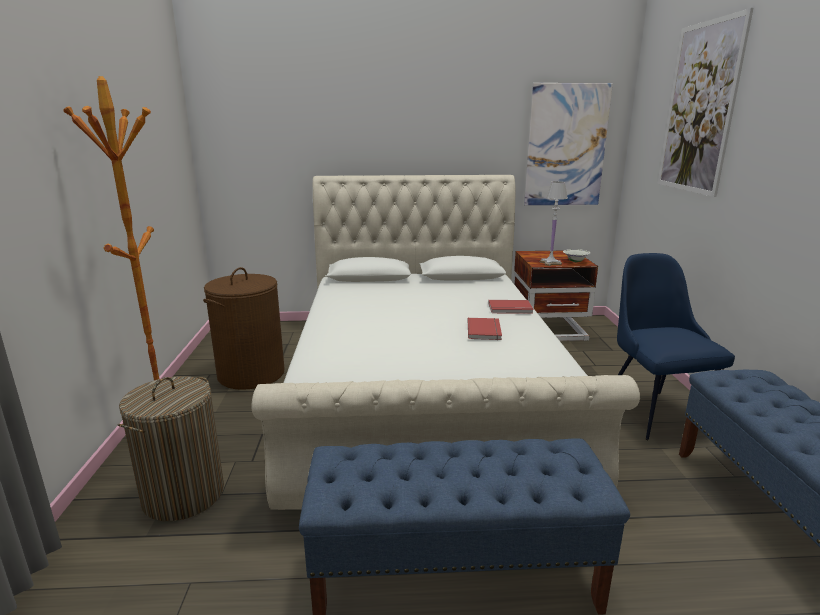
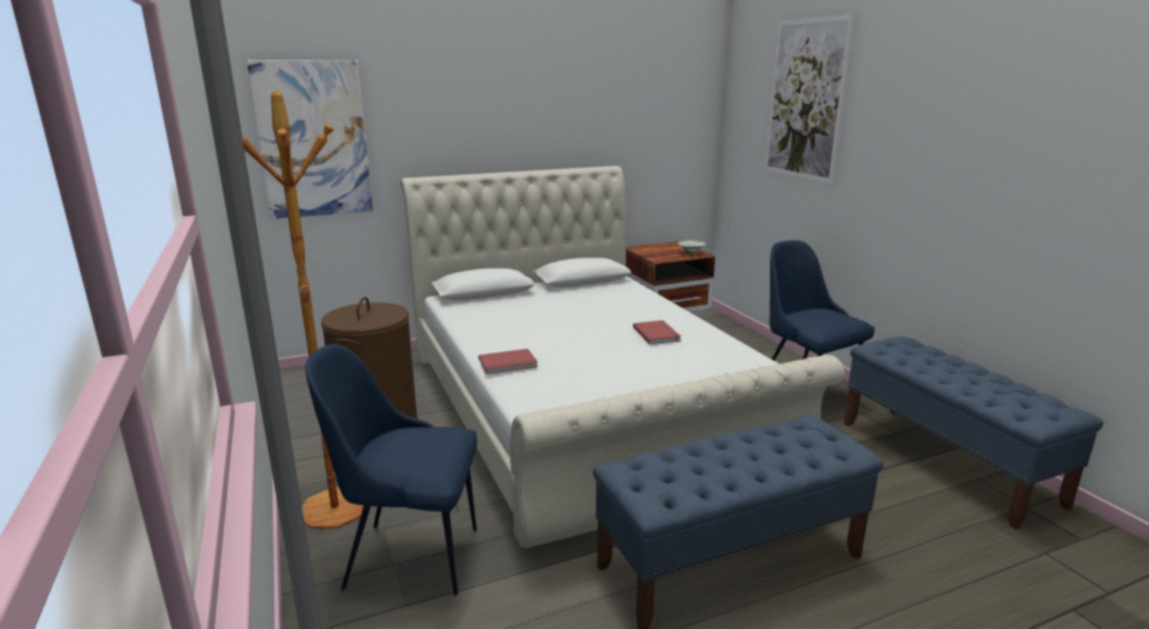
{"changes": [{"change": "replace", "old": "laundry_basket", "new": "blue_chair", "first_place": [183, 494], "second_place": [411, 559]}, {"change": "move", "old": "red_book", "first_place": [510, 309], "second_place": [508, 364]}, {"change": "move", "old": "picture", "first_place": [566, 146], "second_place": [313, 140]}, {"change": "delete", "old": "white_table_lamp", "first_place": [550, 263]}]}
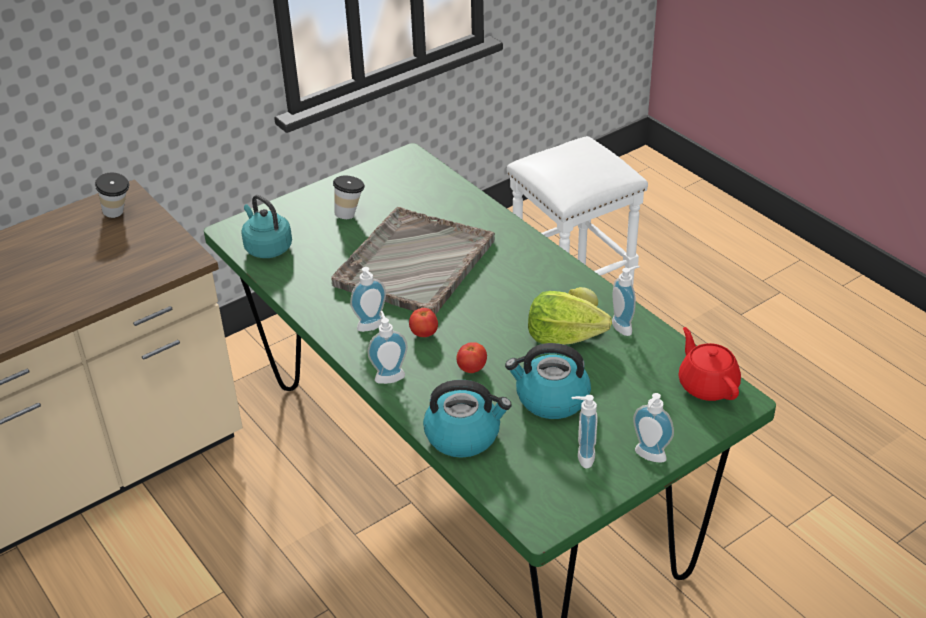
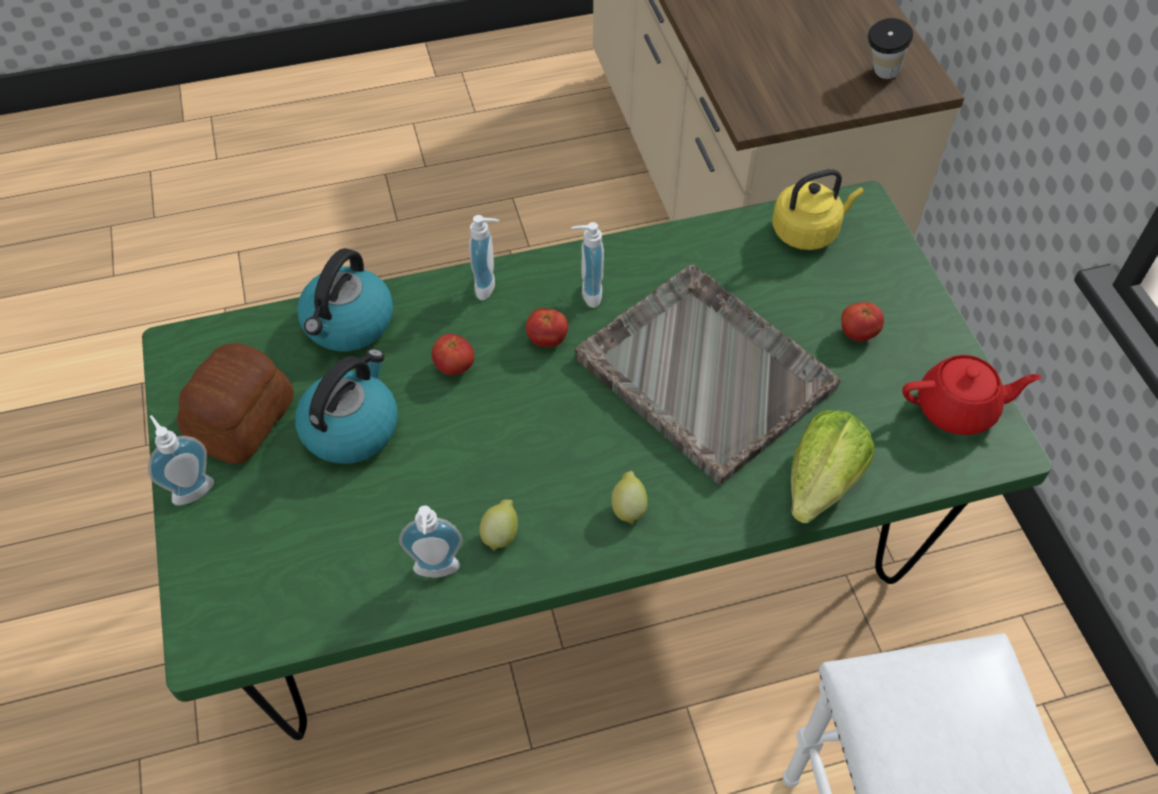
{"changes": [{"change": "recolor", "old": "turquoise_kettle", "new": "yellow_kettle", "first_place": [267, 247], "second_place": [808, 231]}, {"change": "replace", "old": "cup", "new": "tomato", "first_place": [350, 214], "second_place": [857, 333]}, {"change": "move", "old": "lettuce", "first_place": [564, 337], "second_place": [821, 483]}, {"change": "replace", "old": "soap_dispenser", "new": "bread", "first_place": [582, 456], "second_place": [240, 421]}, {"change": "move", "old": "red_teapot", "first_place": [707, 385], "second_place": [957, 409]}, {"change": "insert", "new": "lemon", "second_place": [628, 507]}]}
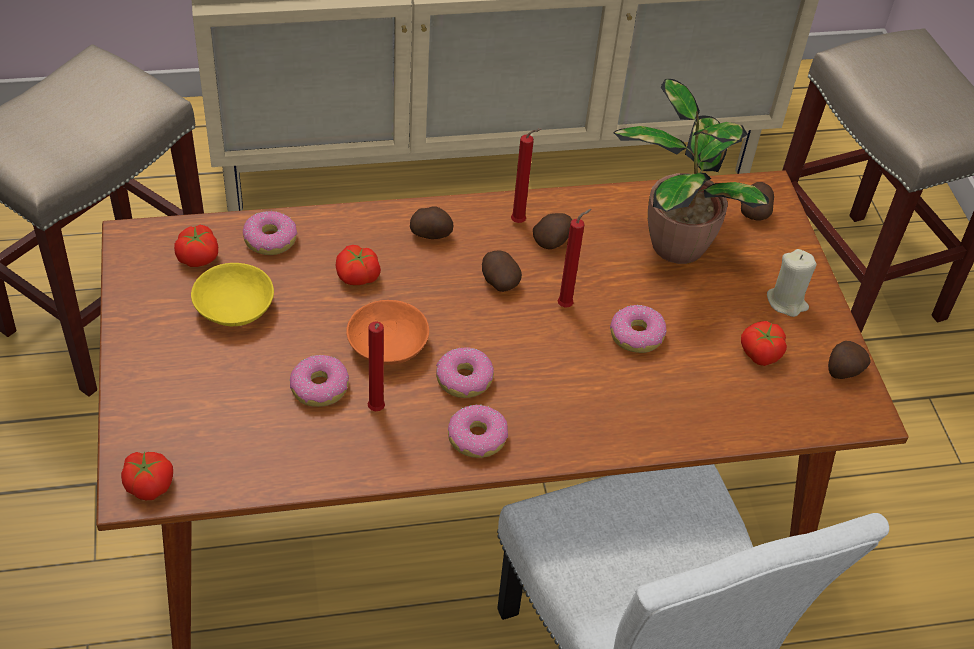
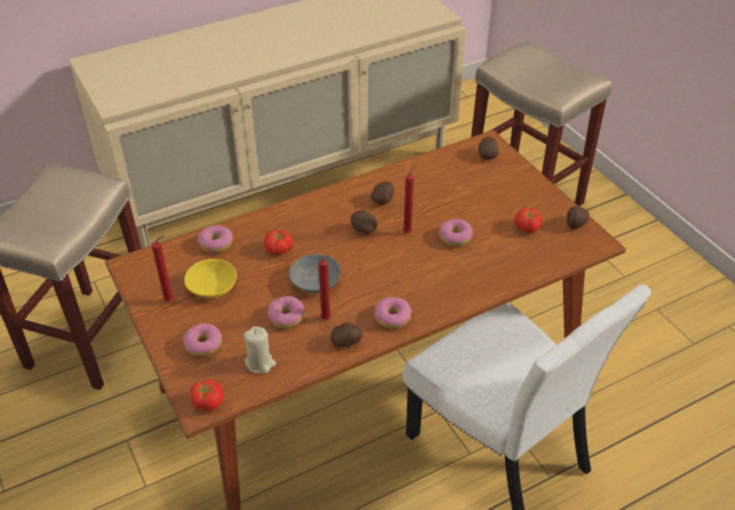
{"changes": [{"change": "delete", "old": "tomato", "first_place": [199, 257]}, {"change": "recolor", "old": "orange_bowl", "new": "grey_bowl", "first_place": [388, 343], "second_place": [315, 281]}, {"change": "move", "old": "potato", "first_place": [431, 234], "second_place": [346, 342]}, {"change": "move", "old": "donut", "first_place": [464, 380], "second_place": [203, 345]}, {"change": "move", "old": "red_candle", "first_place": [520, 222], "second_place": [171, 300]}, {"change": "delete", "old": "potted_plant", "first_place": [674, 242]}, {"change": "move", "old": "beige_candle", "first_place": [787, 302], "second_place": [260, 363]}]}
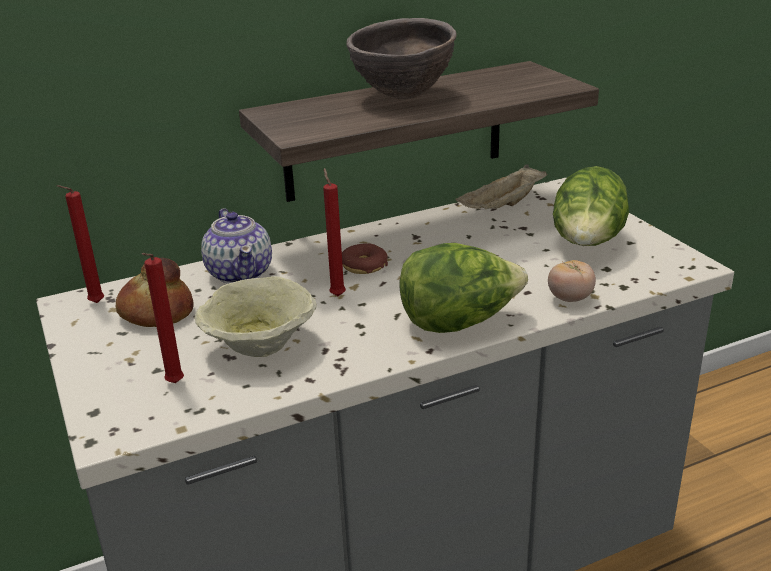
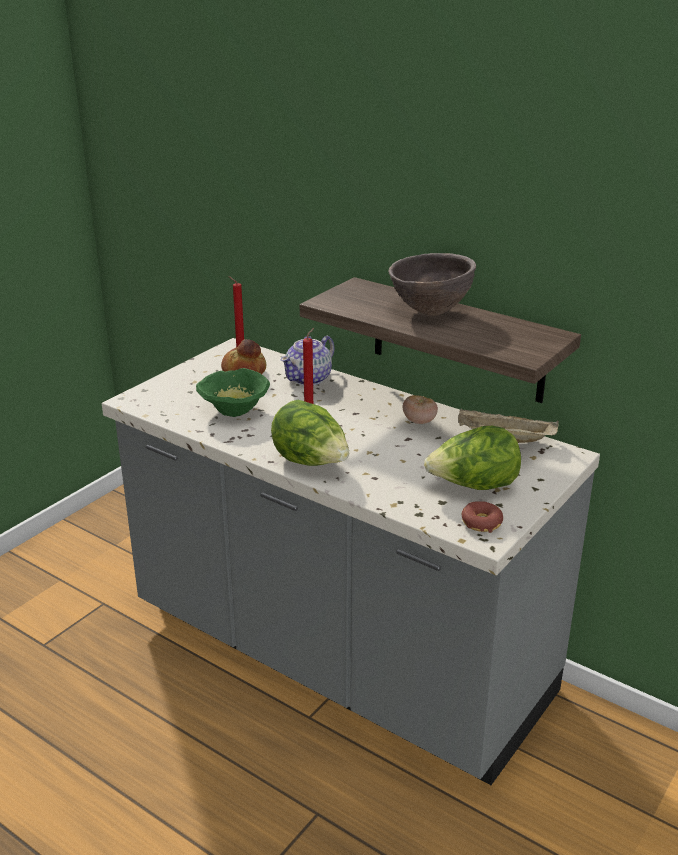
{"changes": [{"change": "delete", "old": "red_candle", "first_place": [173, 385]}, {"change": "recolor", "old": "beige_bowl", "new": "green_bowl", "first_place": [259, 347], "second_place": [233, 410]}, {"change": "move", "old": "donut", "first_place": [364, 266], "second_place": [481, 522]}, {"change": "move", "old": "tomato", "first_place": [570, 298], "second_place": [419, 422]}]}
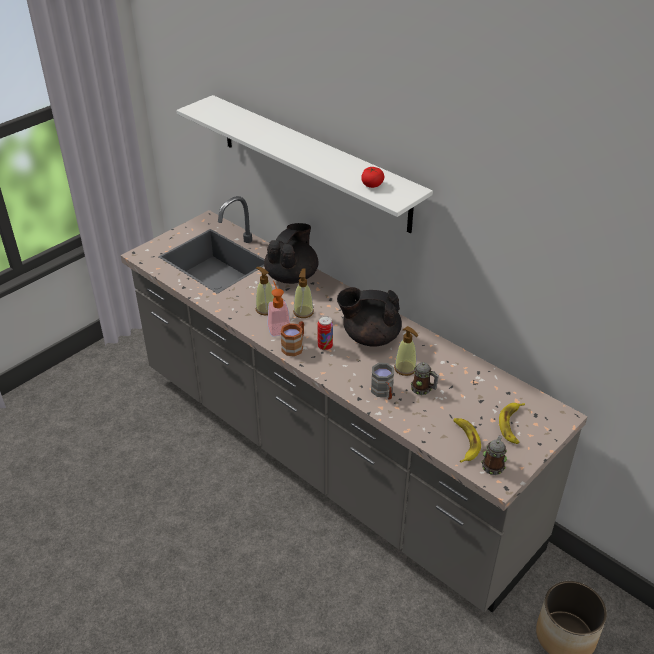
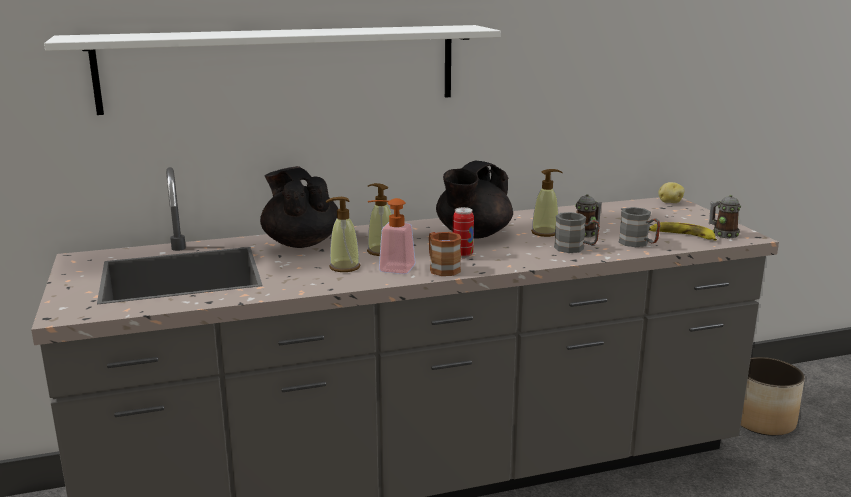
{"changes": [{"change": "delete", "old": "tomato", "first_place": [372, 185]}, {"change": "delete", "old": "banana", "first_place": [512, 425]}, {"change": "insert", "new": "grey_mug", "second_place": [638, 244]}, {"change": "insert", "new": "potato", "second_place": [669, 202]}]}
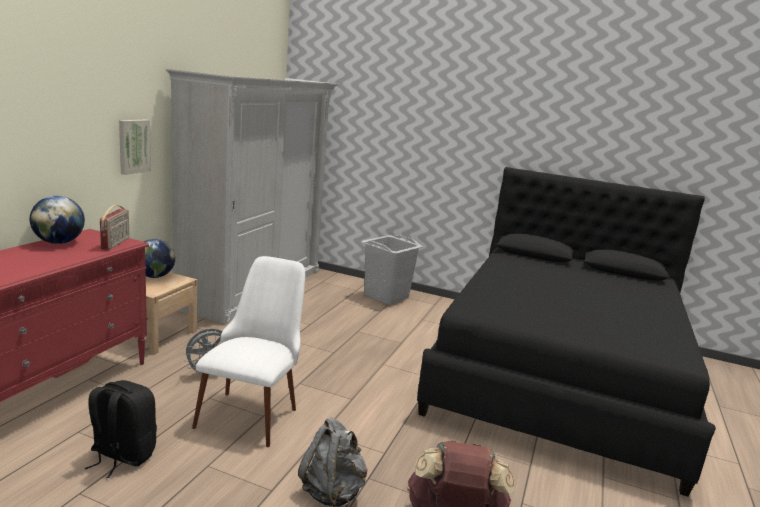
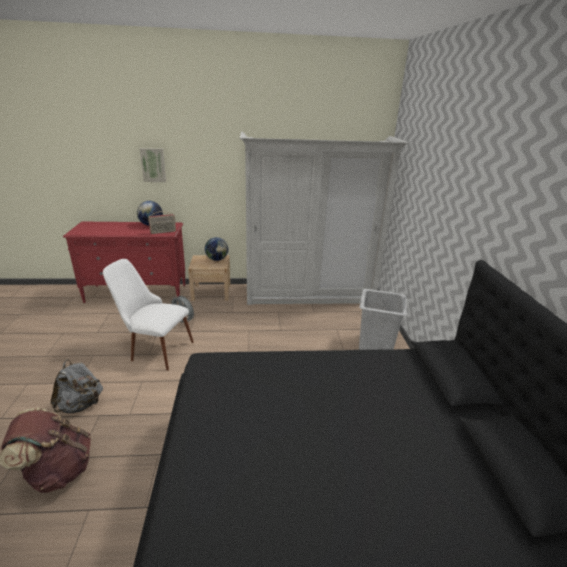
{"changes": [{"change": "delete", "old": "black_backpack", "first_place": [122, 456]}, {"change": "move", "old": "picture", "first_place": [133, 146], "second_place": [153, 165]}, {"change": "rotate", "old": "white_chair", "first_place": [253, 409], "second_place": [154, 349], "degrees": -150}]}
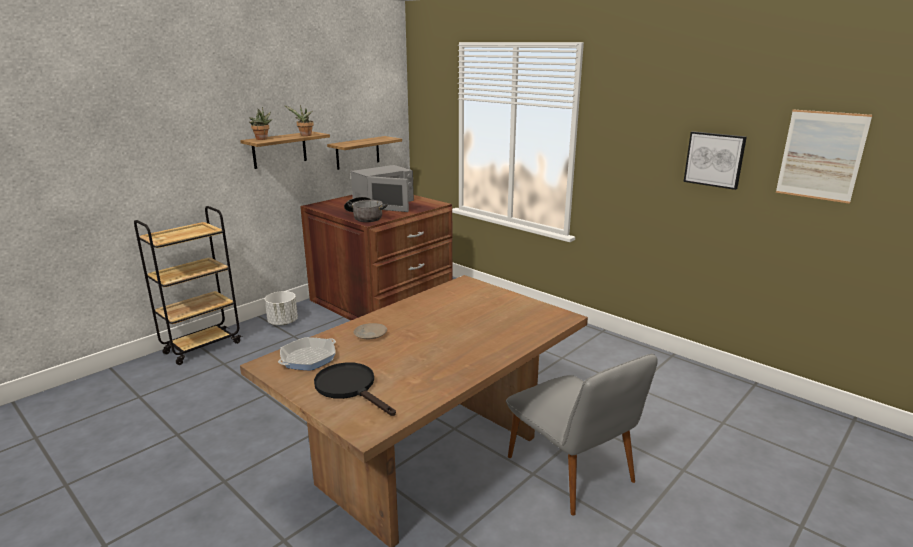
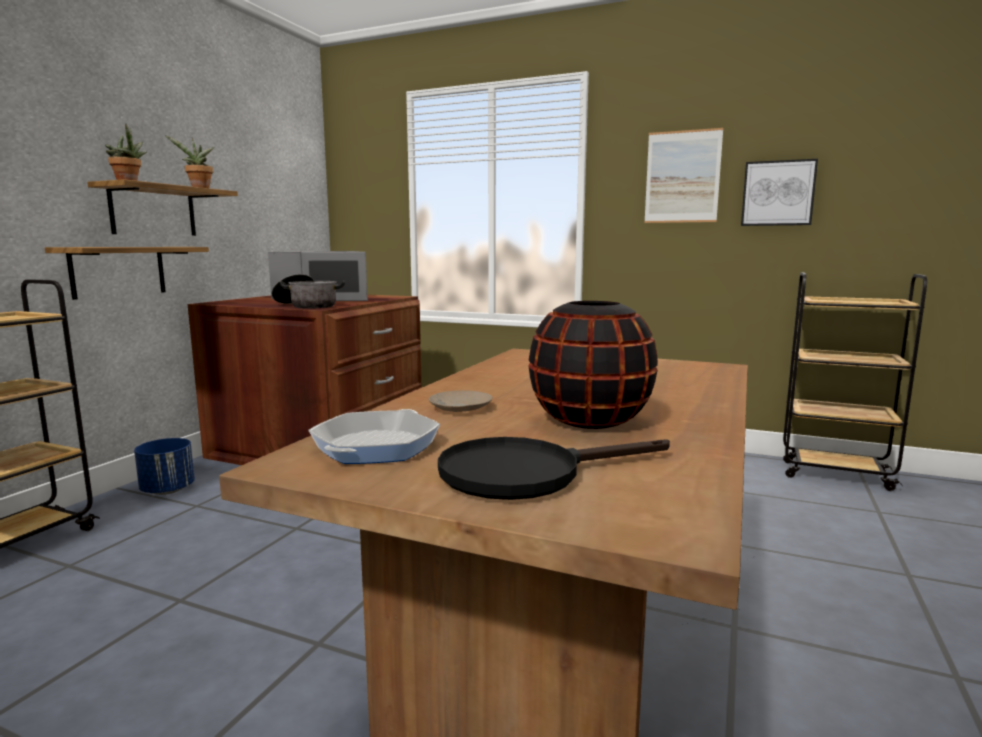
{"changes": [{"change": "recolor", "old": "white_planter", "new": "blue_planter", "first_place": [283, 322], "second_place": [168, 490]}, {"change": "rotate", "old": "black_frying_pan", "first_place": [350, 388], "second_place": [527, 473], "degrees": -45}, {"change": "move", "old": "shelf", "first_place": [357, 152], "second_place": [118, 271]}, {"change": "delete", "old": "grey_chair", "first_place": [569, 469]}, {"change": "move", "old": "picture", "first_place": [821, 155], "second_place": [682, 177]}, {"change": "insert", "new": "black_vase", "second_place": [590, 421]}, {"change": "insert", "new": "brown_cart", "second_place": [836, 475]}]}
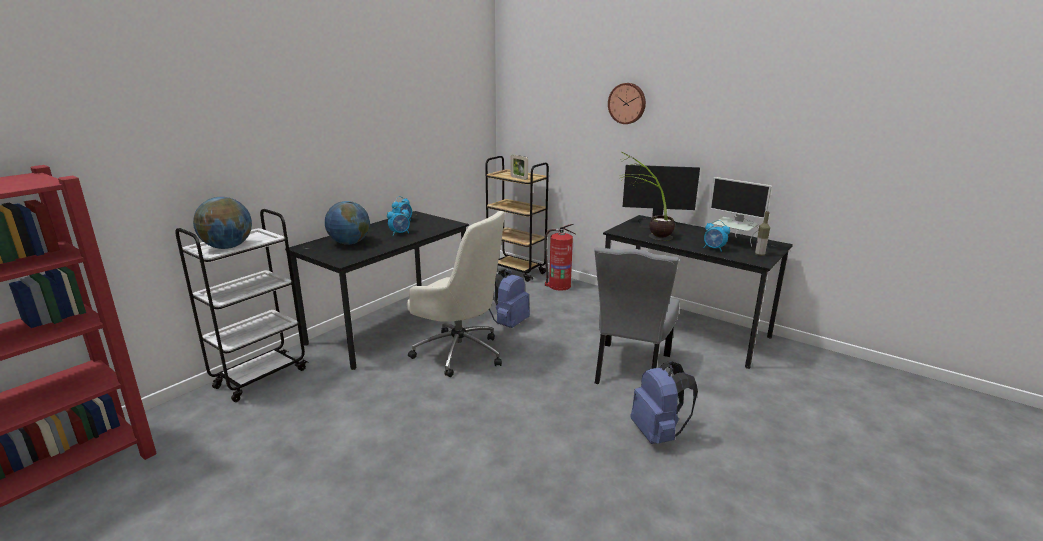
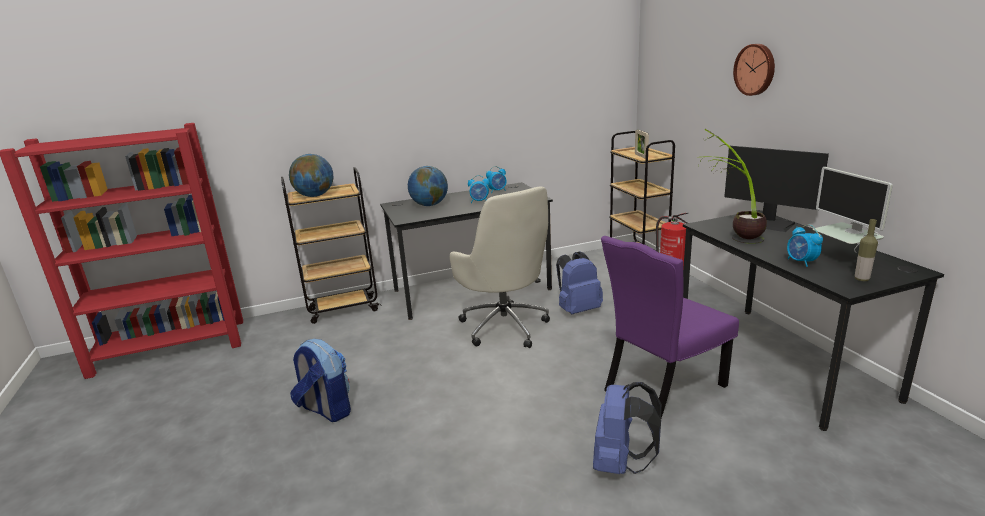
{"changes": [{"change": "recolor", "old": "white_cart", "new": "brown_cart", "first_place": [261, 377], "second_place": [344, 309]}, {"change": "recolor", "old": "grey_chair", "new": "purple_chair", "first_place": [630, 367], "second_place": [664, 385]}, {"change": "insert", "new": "backpack", "second_place": [326, 410]}]}
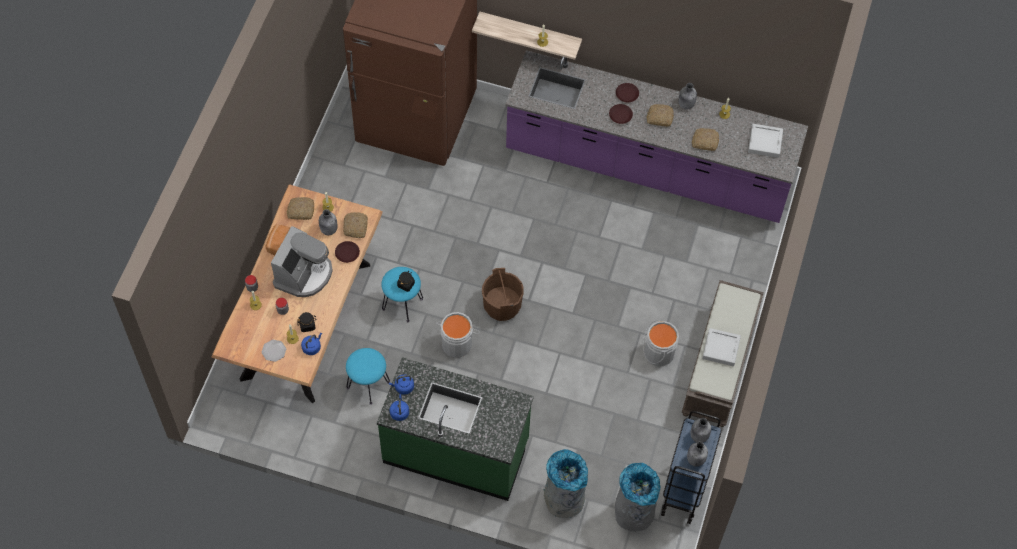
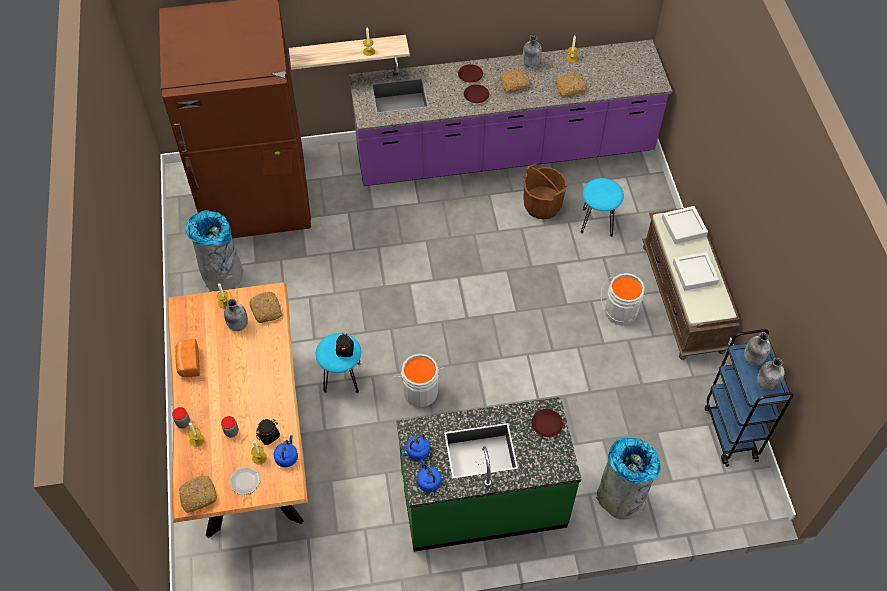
{"changes": [{"change": "delete", "old": "coffee_machine", "first_place": [304, 274]}, {"change": "move", "old": "bread", "first_place": [300, 211], "second_place": [198, 496]}, {"change": "move", "old": "brown_plate", "first_place": [347, 253], "second_place": [546, 424]}, {"change": "move", "old": "turquoise_stool", "first_place": [368, 385], "second_place": [597, 222]}, {"change": "move", "old": "brown_bucket", "first_place": [502, 306], "second_place": [542, 205]}, {"change": "move", "old": "grey_trash_can", "first_place": [633, 512], "second_place": [222, 275]}, {"change": "move", "old": "grey_tray", "first_place": [765, 142], "second_place": [683, 227]}]}
